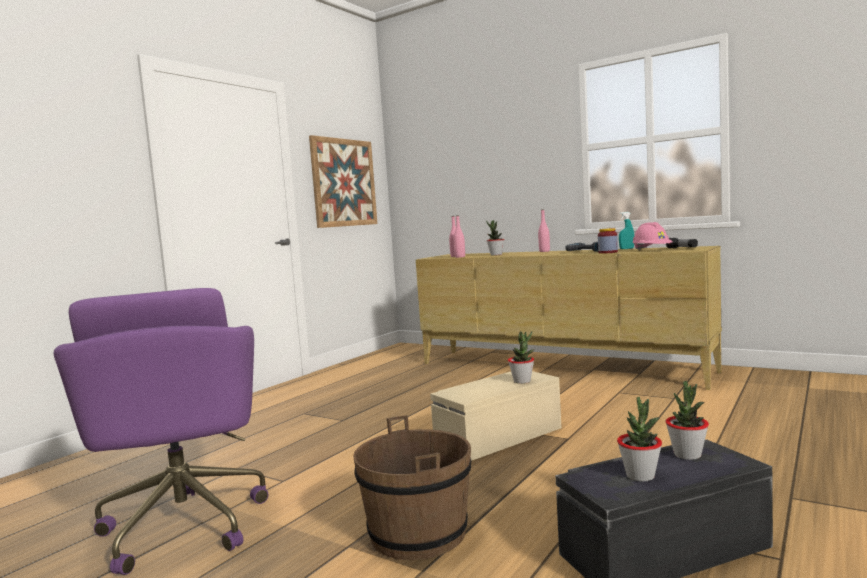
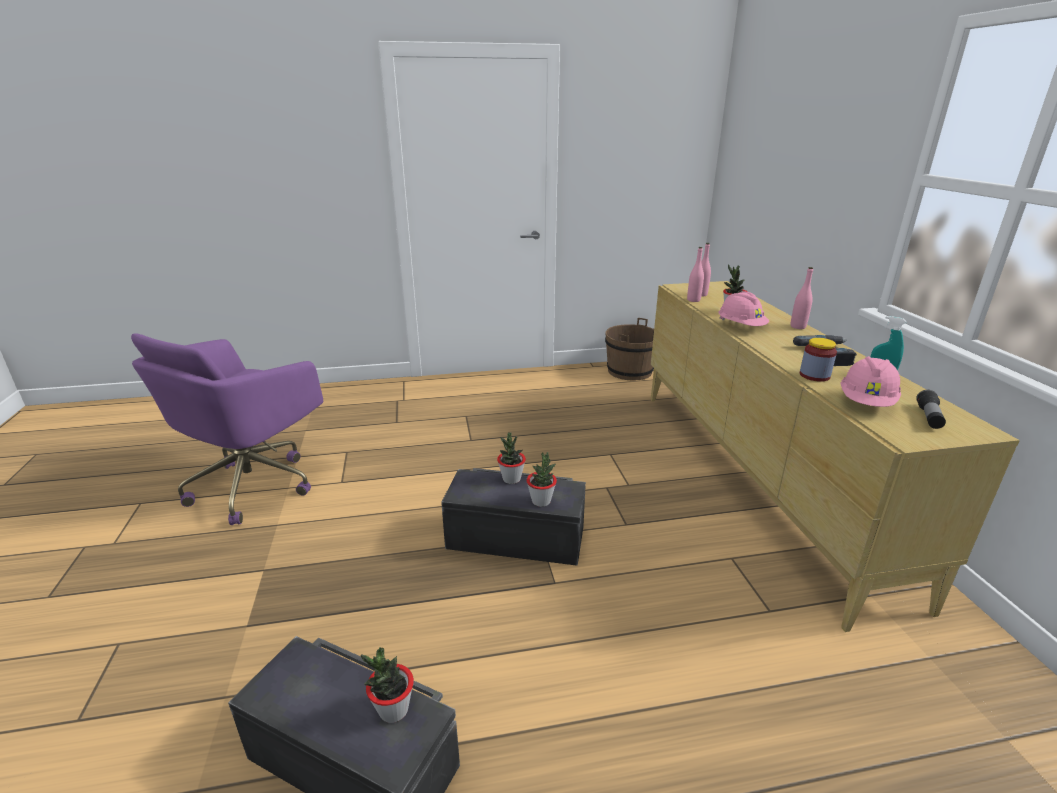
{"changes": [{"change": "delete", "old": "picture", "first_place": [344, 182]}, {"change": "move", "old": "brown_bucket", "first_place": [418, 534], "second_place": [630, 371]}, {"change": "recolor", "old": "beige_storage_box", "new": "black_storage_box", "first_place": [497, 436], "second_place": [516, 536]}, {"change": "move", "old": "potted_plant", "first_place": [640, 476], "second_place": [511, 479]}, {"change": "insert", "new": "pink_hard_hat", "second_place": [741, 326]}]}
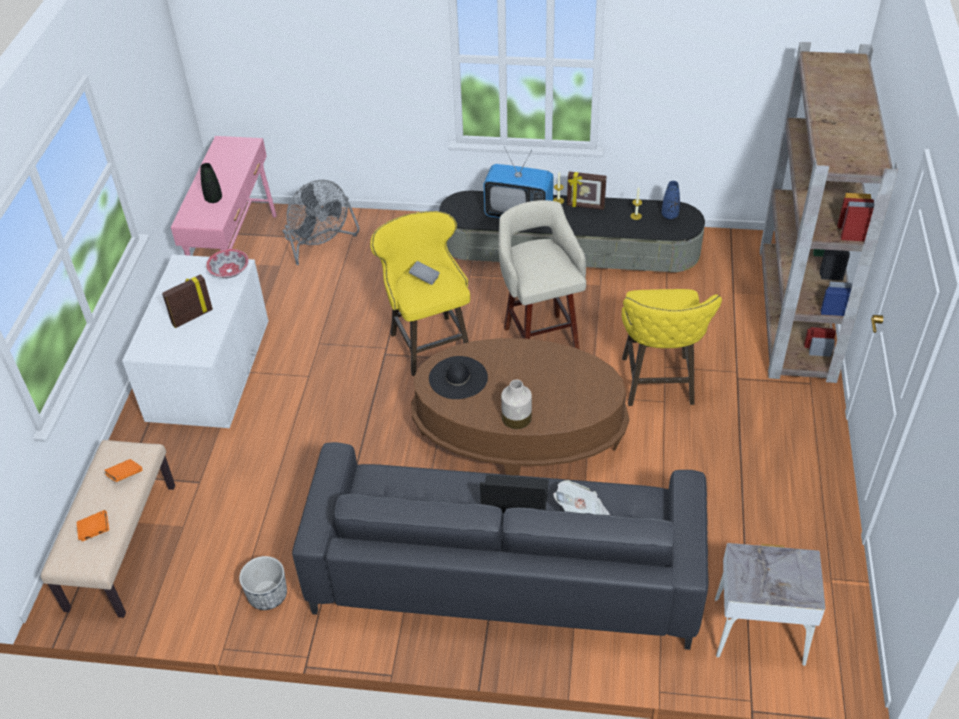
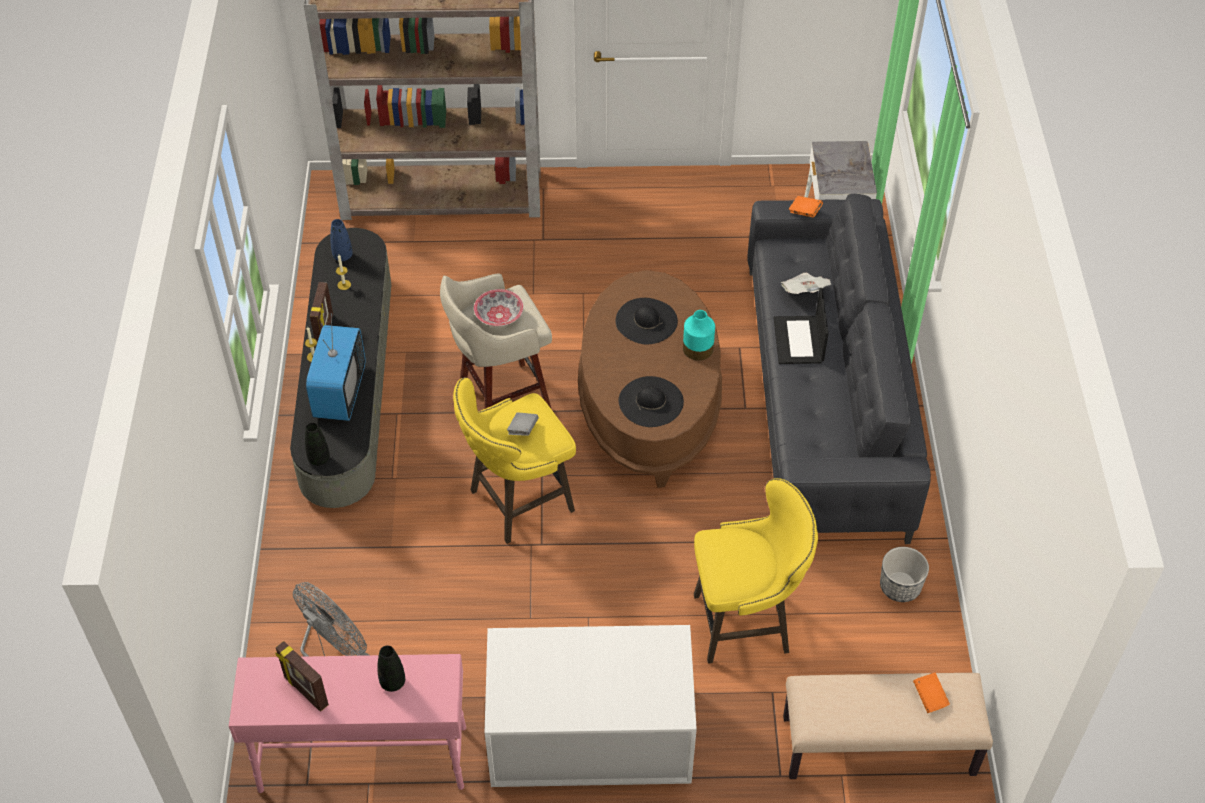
{"changes": [{"change": "move", "old": "orange_book", "first_place": [125, 476], "second_place": [805, 212]}, {"change": "move", "old": "picture_frame", "first_place": [192, 316], "second_place": [305, 691]}, {"change": "move", "old": "bowl", "first_place": [229, 271], "second_place": [499, 316]}, {"change": "recolor", "old": "beige_vase", "new": "turquoise_vase", "first_place": [516, 417], "second_place": [698, 349]}, {"change": "move", "old": "yellow_stool", "first_place": [658, 384], "second_place": [746, 623]}, {"change": "insert", "new": "black_vase", "second_place": [319, 459]}, {"change": "insert", "new": "black_hat", "second_place": [646, 321]}]}
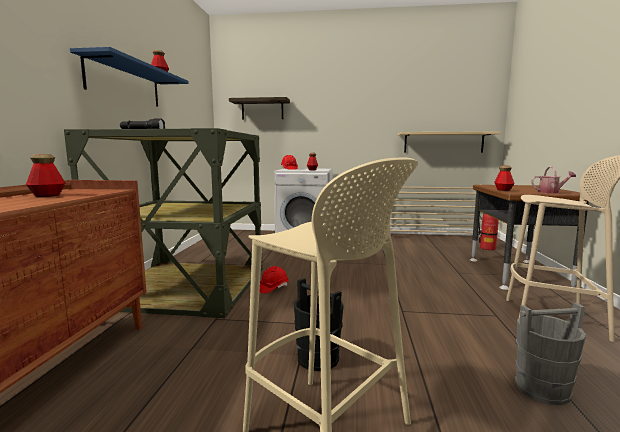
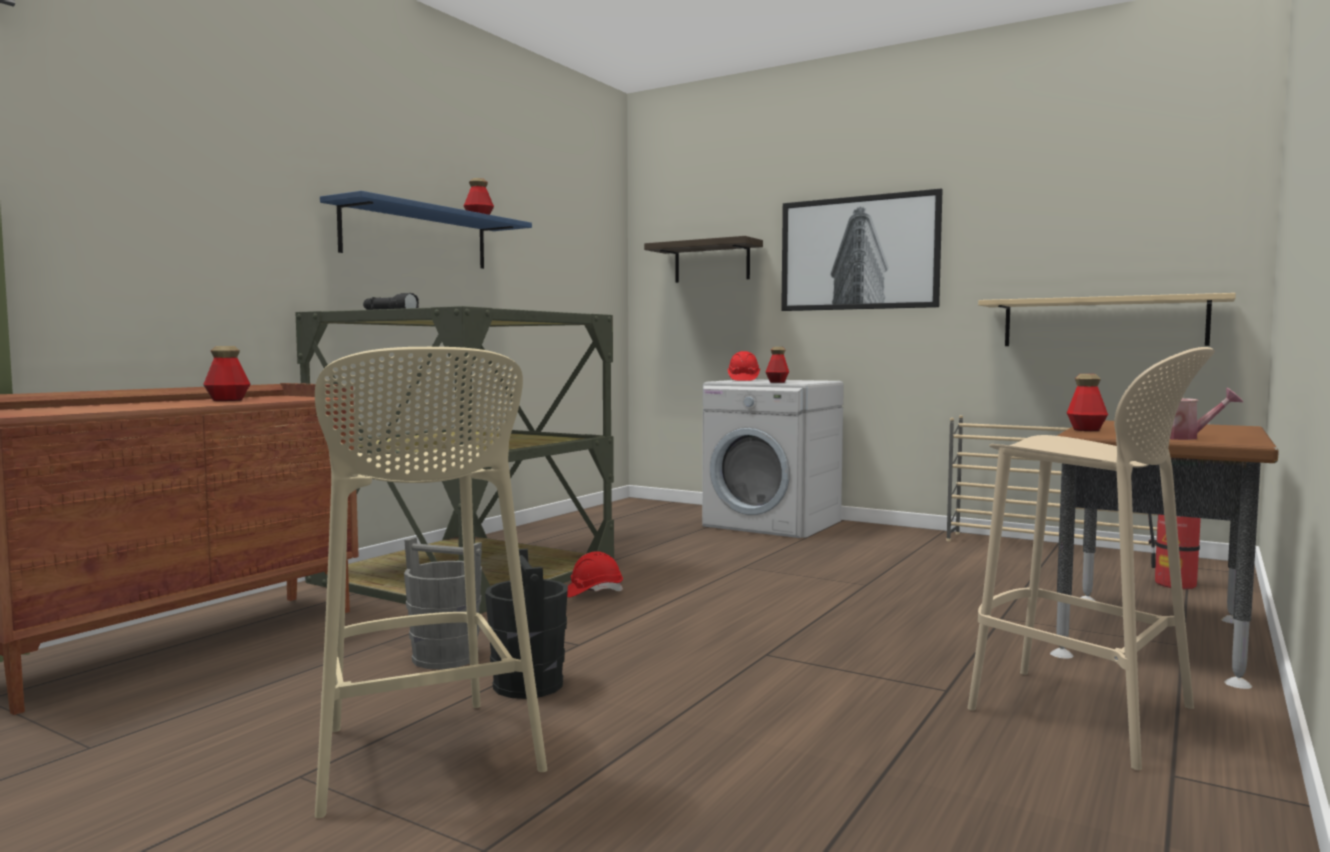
{"changes": [{"change": "move", "old": "grey_bucket", "first_place": [541, 388], "second_place": [444, 657]}, {"change": "insert", "new": "picture", "second_place": [858, 253]}]}
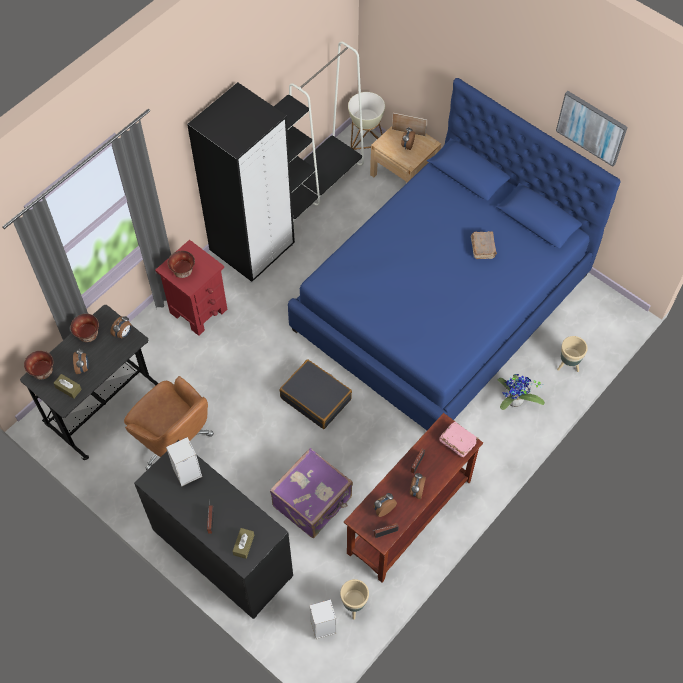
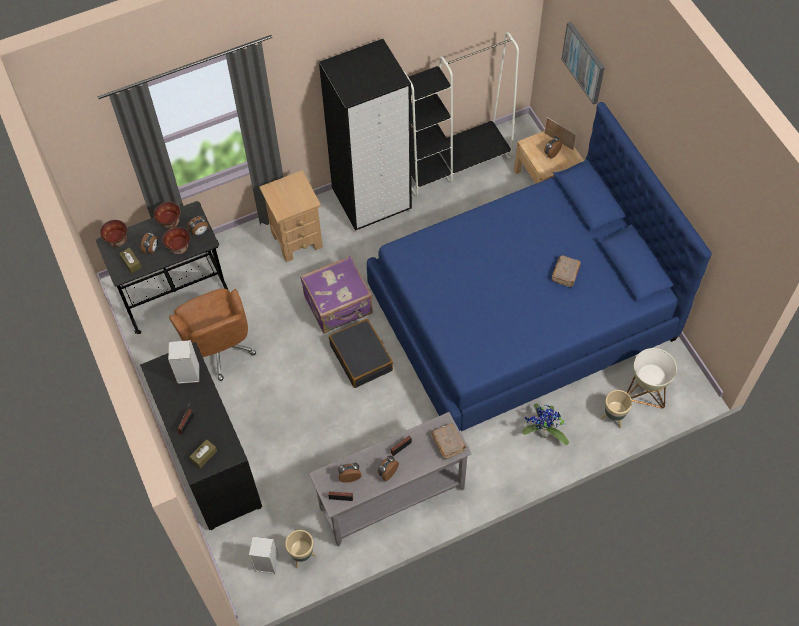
{"changes": [{"change": "recolor", "old": "red_nightstand", "new": "beige_nightstand", "first_place": [199, 311], "second_place": [297, 240]}, {"change": "move", "old": "bowl", "first_place": [183, 271], "second_place": [179, 247]}, {"change": "move", "old": "purple_suitcase", "first_place": [313, 502], "second_place": [339, 306]}, {"change": "recolor", "old": "brown_console_table", "new": "grey_console_table", "first_place": [409, 517], "second_place": [391, 499]}, {"change": "move", "old": "planter", "first_place": [365, 140], "second_place": [645, 393]}, {"change": "recolor", "old": "pink_book", "new": "brown_book", "first_place": [457, 441], "second_place": [448, 443]}, {"change": "move", "old": "picture", "first_place": [591, 127], "second_place": [584, 62]}]}
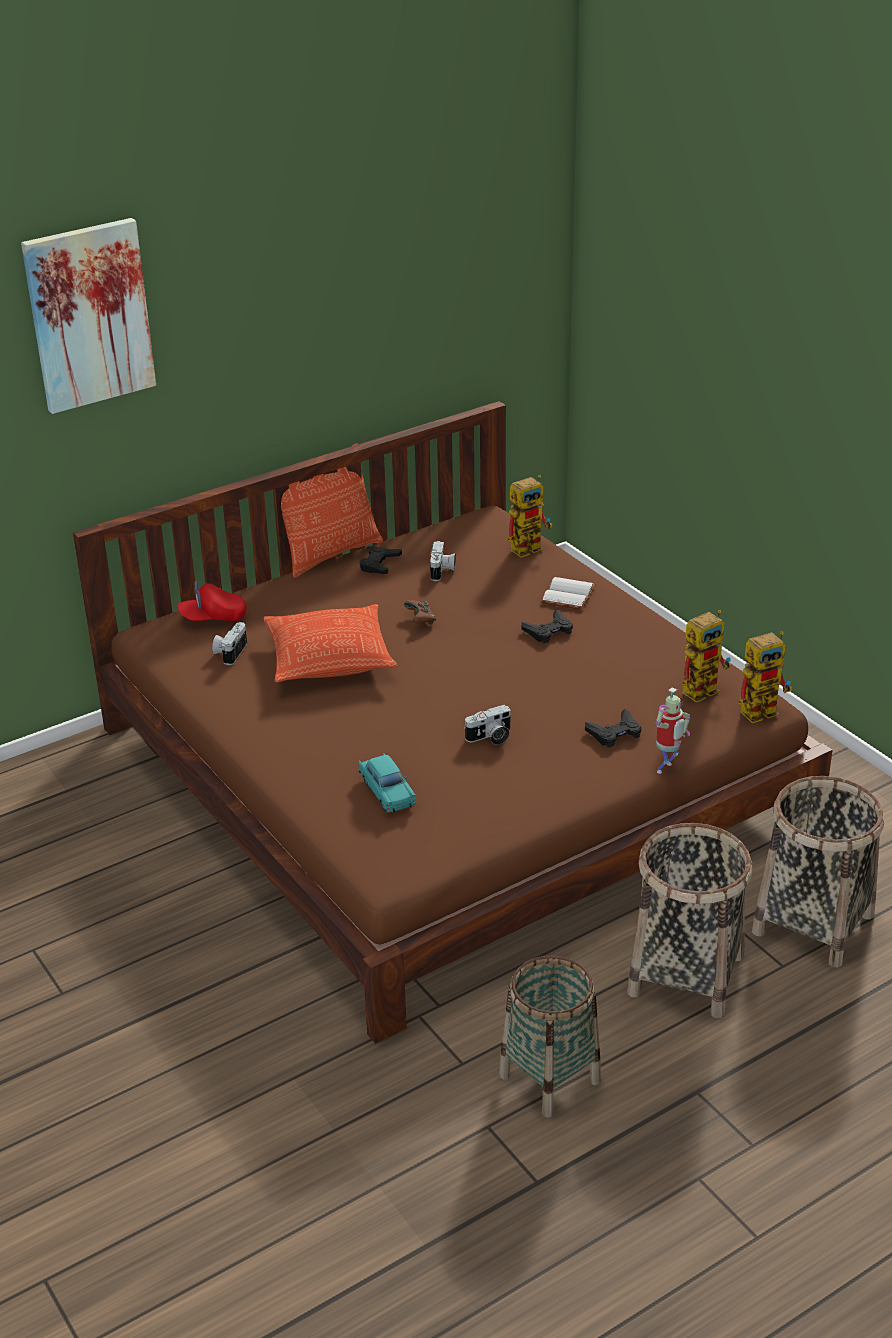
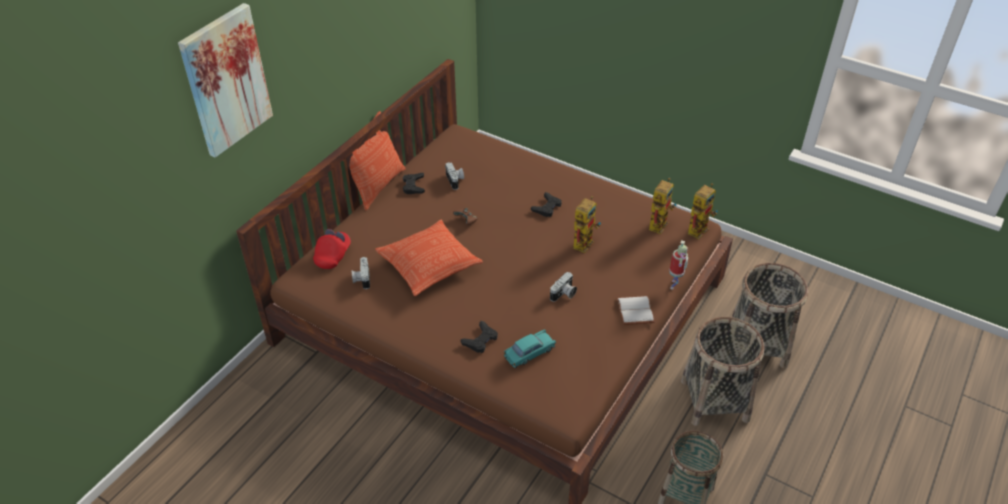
{"changes": [{"change": "rotate", "old": "red_cap", "first_place": [213, 618], "second_place": [333, 255], "degrees": 150}, {"change": "rotate", "old": "turquoise_toy_car", "first_place": [387, 791], "second_place": [529, 352], "degrees": -75}, {"change": "move", "old": "toy_robot", "first_place": [530, 546], "second_place": [583, 241]}, {"change": "move", "old": "white_book", "first_place": [569, 596], "second_place": [636, 311]}, {"change": "move", "old": "black_game_controller", "first_place": [614, 733], "second_place": [480, 340]}]}
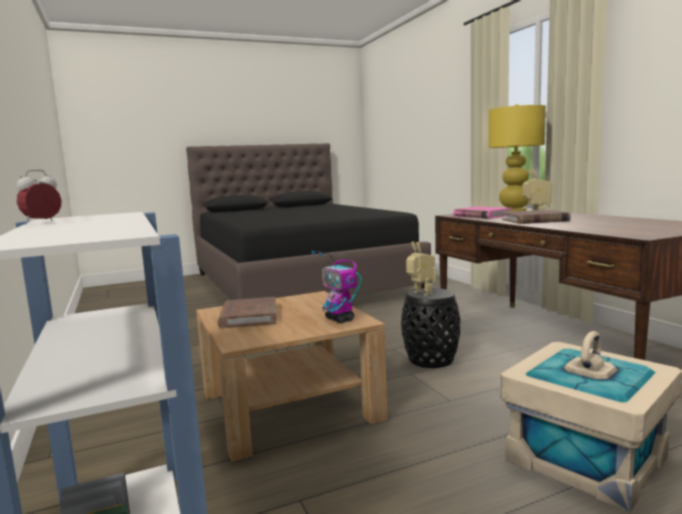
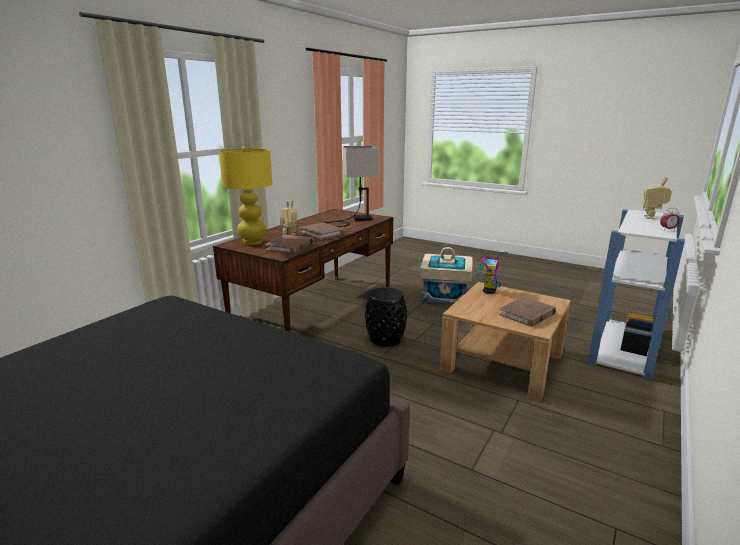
{"changes": [{"change": "move", "old": "toy_robot", "first_place": [421, 293], "second_place": [652, 217]}, {"change": "recolor", "old": "pink_book", "new": "brown_book", "first_place": [482, 216], "second_place": [290, 247]}, {"change": "insert", "new": "table_lamp", "second_place": [351, 221]}]}
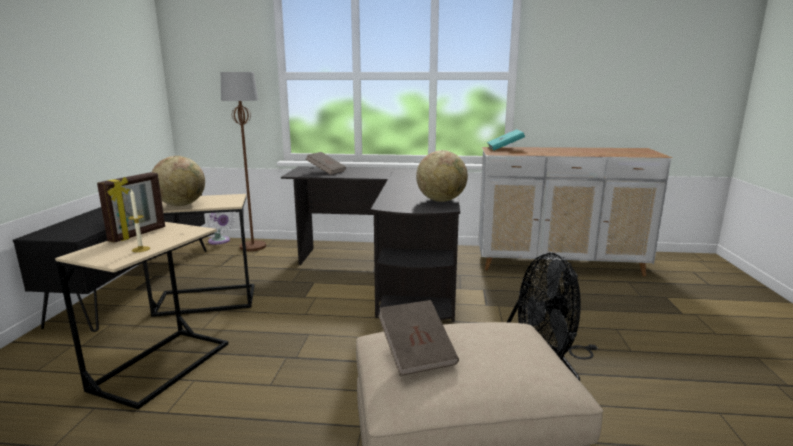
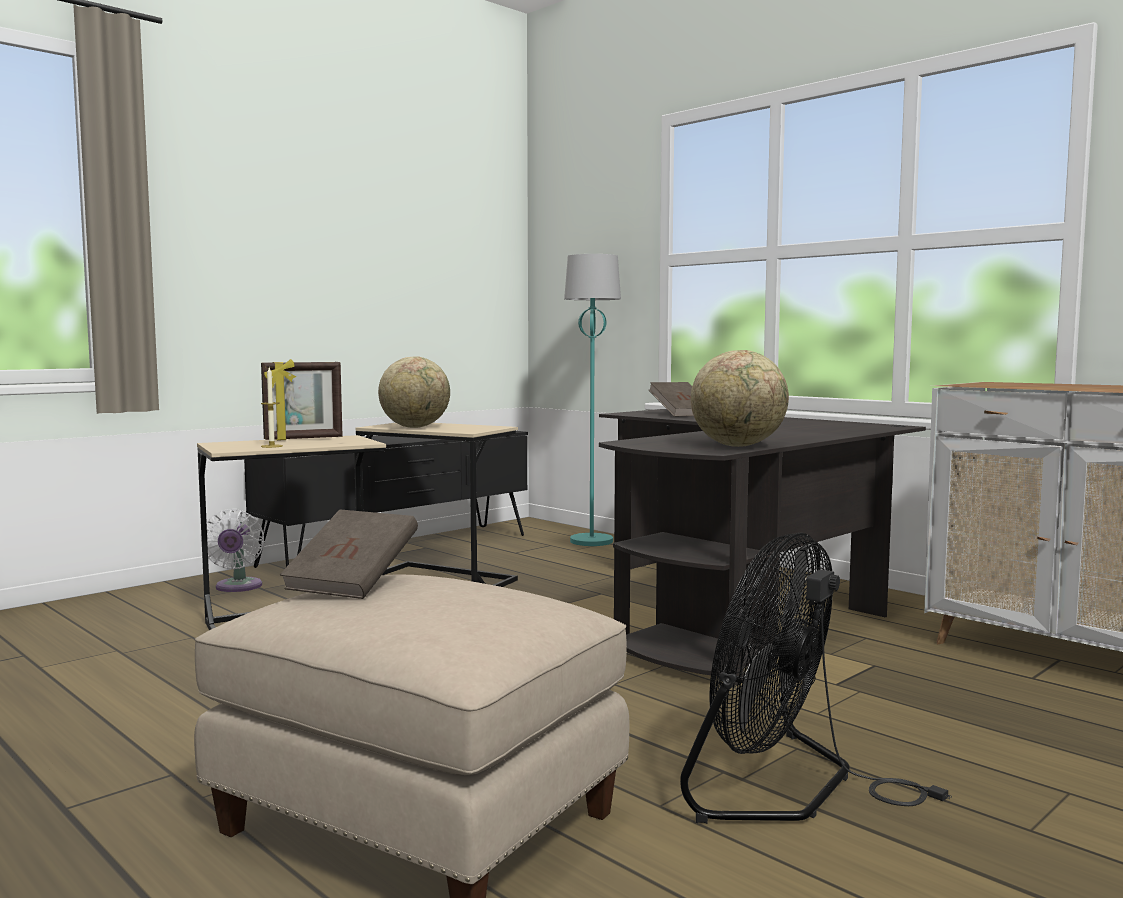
{"changes": [{"change": "move", "old": "white_fan", "first_place": [220, 241], "second_place": [237, 587]}, {"change": "recolor", "old": "brown_floor_lamp", "new": "turquoise_floor_lamp", "first_place": [253, 246], "second_place": [592, 541]}, {"change": "delete", "old": "turquoise_book", "first_place": [504, 148]}]}
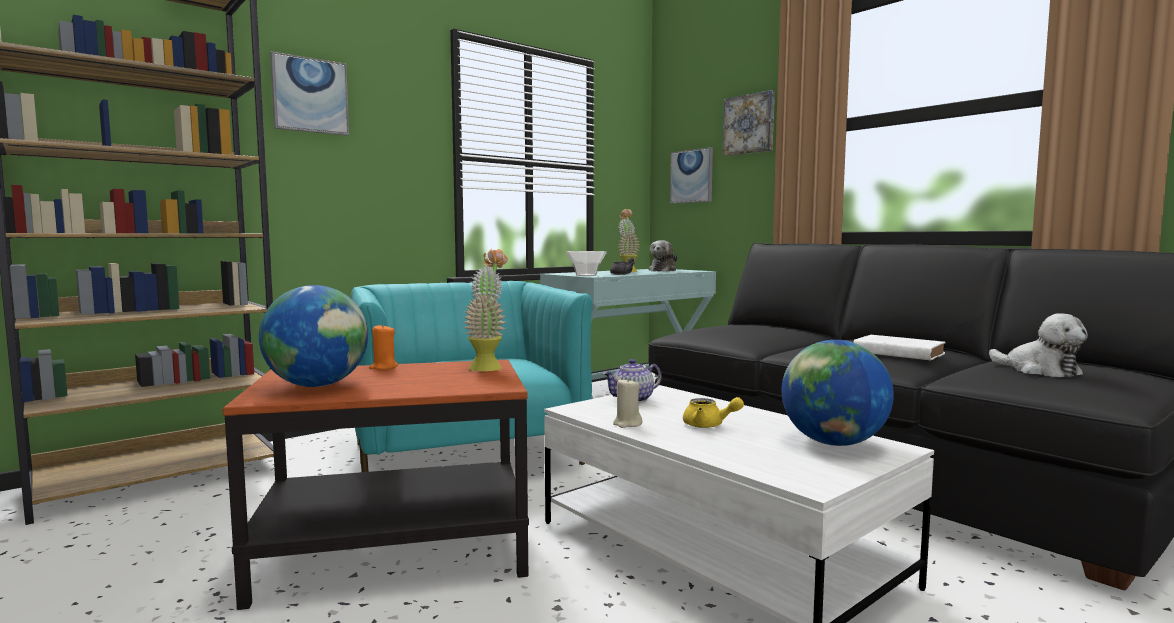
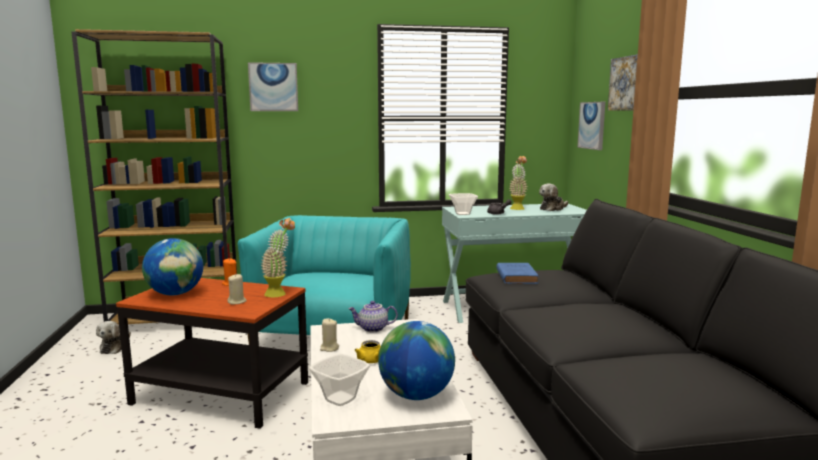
{"changes": [{"change": "delete", "old": "white_book", "first_place": [896, 352]}, {"change": "move", "old": "plush_toy", "first_place": [1039, 370], "second_place": [115, 347]}, {"change": "insert", "new": "beige_candle", "second_place": [237, 302]}, {"change": "insert", "new": "bowl", "second_place": [340, 398]}, {"change": "insert", "new": "blue_book", "second_place": [516, 276]}]}
